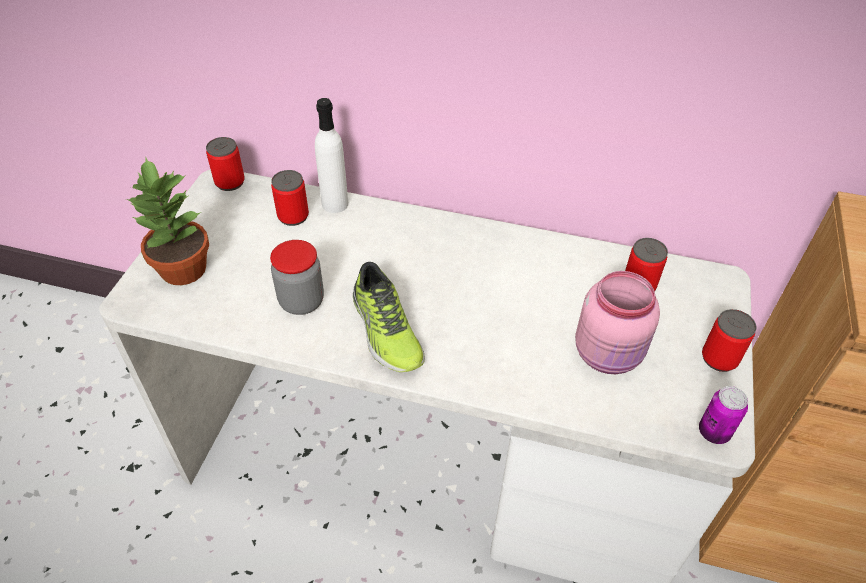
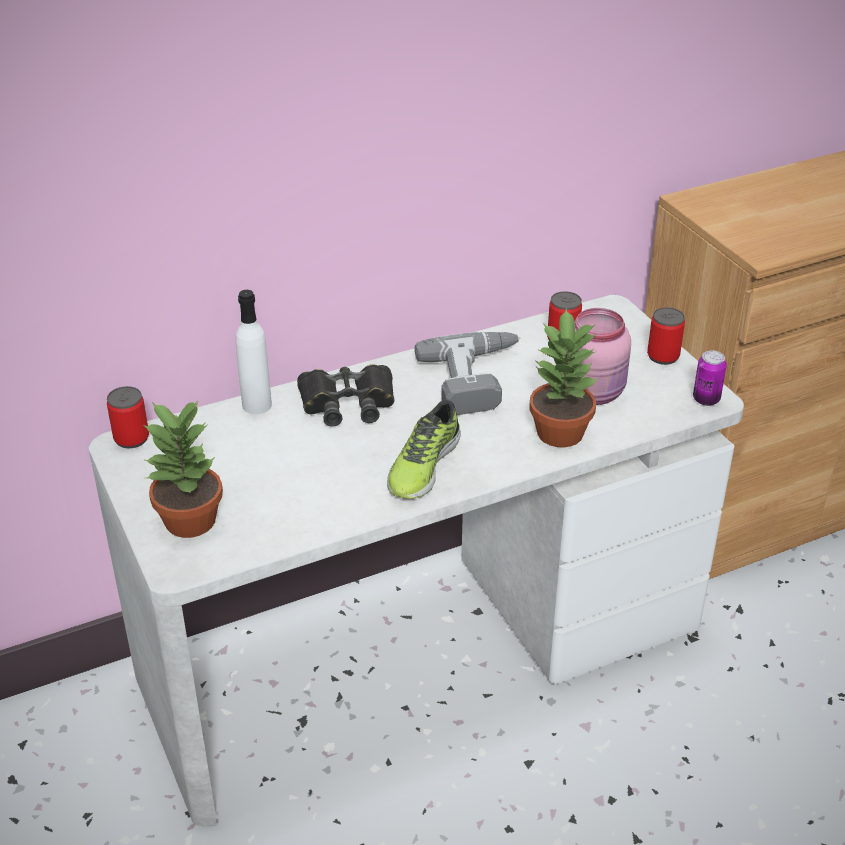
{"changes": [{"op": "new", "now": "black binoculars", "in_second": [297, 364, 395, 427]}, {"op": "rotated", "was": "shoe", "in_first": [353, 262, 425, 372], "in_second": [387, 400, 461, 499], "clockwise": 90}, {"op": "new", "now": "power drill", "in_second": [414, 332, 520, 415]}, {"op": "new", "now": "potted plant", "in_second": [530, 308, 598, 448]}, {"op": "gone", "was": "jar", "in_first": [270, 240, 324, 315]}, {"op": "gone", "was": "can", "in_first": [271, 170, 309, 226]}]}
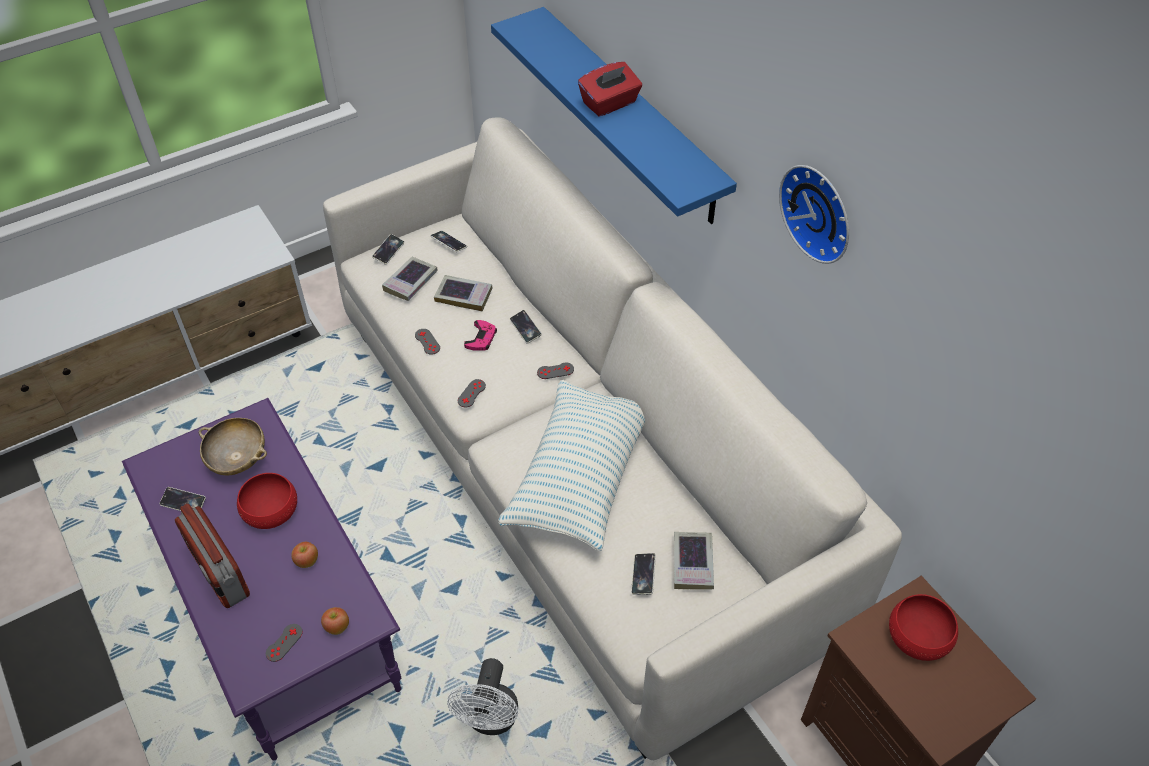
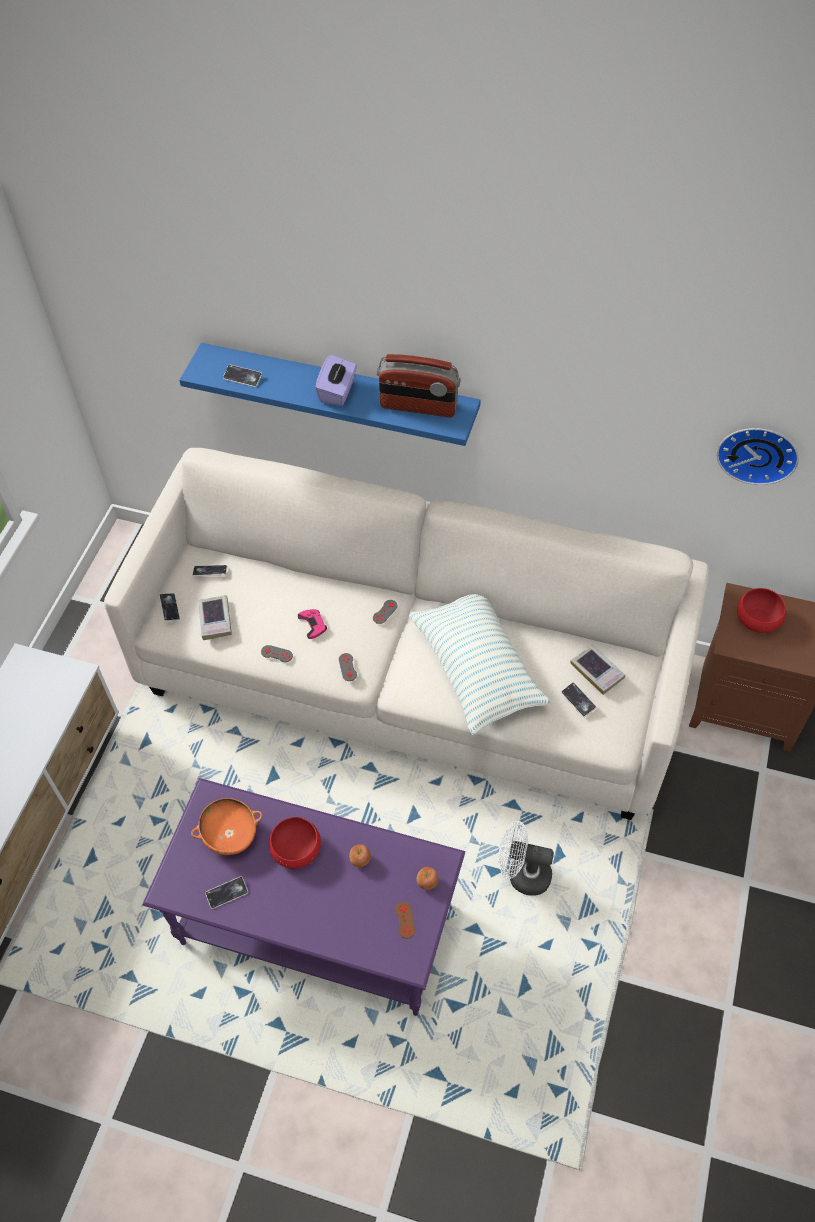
{"changes": [{"op": "repainted", "was": "beige bowl", "now": "orange bowl", "in_first": [198, 418, 267, 475], "in_second": [191, 798, 262, 855]}, {"op": "shifted", "was": "phone", "in_first": [510, 310, 542, 344], "in_second": [223, 365, 262, 387]}, {"op": "repainted", "was": "red tissue box", "now": "purple tissue box", "in_first": [578, 62, 642, 117], "in_second": [315, 355, 357, 406]}, {"op": "shifted", "was": "radio", "in_first": [175, 503, 250, 608], "in_second": [377, 354, 461, 417]}, {"op": "repainted", "was": "grey game controller", "now": "brown game controller", "in_first": [266, 624, 303, 662], "in_second": [395, 902, 415, 939]}, {"op": "rotated", "was": "white fan", "in_first": [447, 658, 518, 735], "in_second": [499, 821, 554, 896], "clockwise": 135}, {"op": "shifted", "was": "wall clock", "in_first": [779, 165, 849, 264], "in_second": [717, 428, 799, 485]}, {"op": "gone", "was": "book", "in_first": [434, 275, 492, 311]}]}
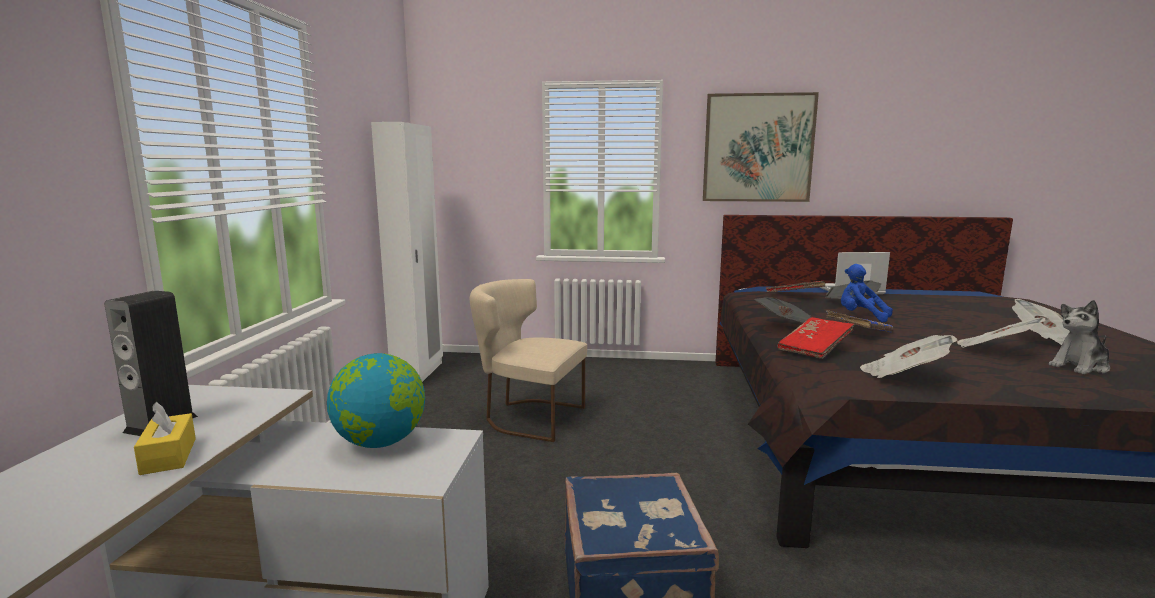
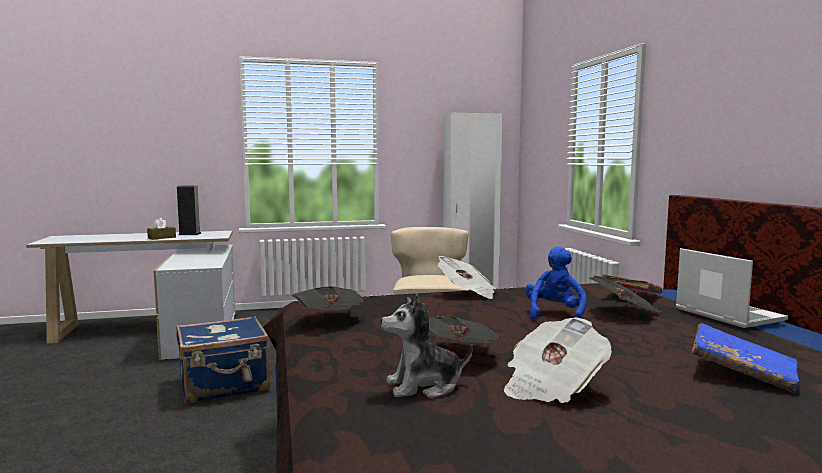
{"changes": [{"op": "repainted", "was": "yellow tissue box", "now": "brown tissue box", "in_first": [134, 402, 196, 475], "in_second": [147, 218, 176, 240]}, {"op": "rotated", "was": "plush toy", "in_first": [1049, 300, 1110, 374], "in_second": [381, 293, 473, 398], "clockwise": -60}, {"op": "shifted", "was": "blue book", "in_first": [826, 310, 894, 333], "in_second": [691, 323, 799, 394]}, {"op": "gone", "was": "globe", "in_first": [327, 353, 425, 448]}, {"op": "gone", "was": "picture", "in_first": [703, 92, 819, 202]}, {"op": "gone", "was": "red book", "in_first": [777, 317, 855, 359]}]}
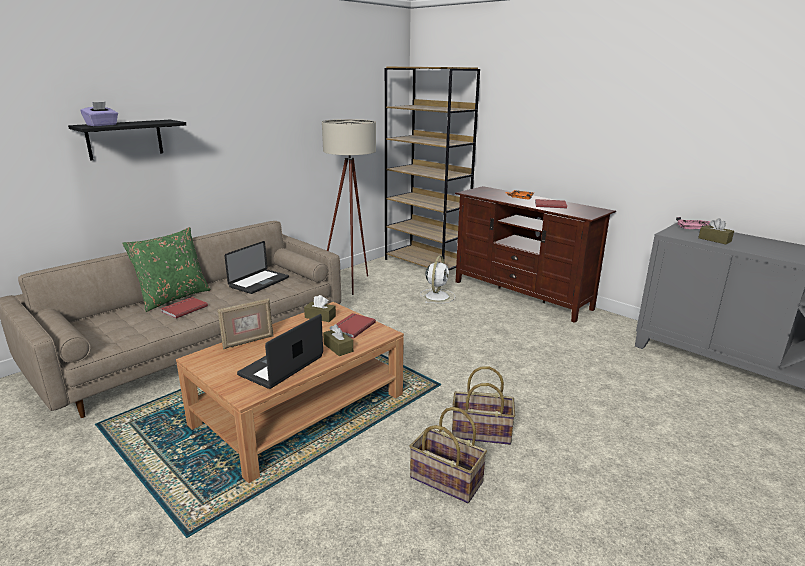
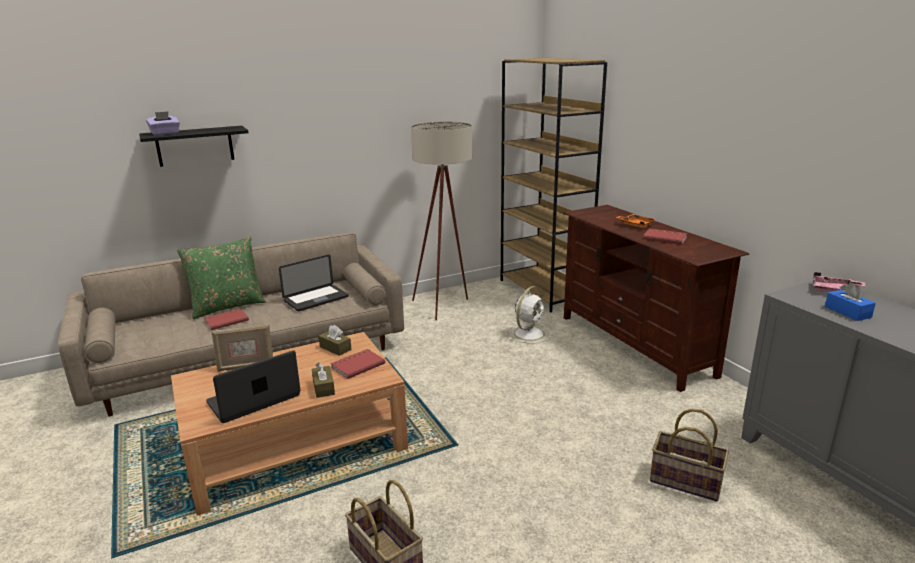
{"changes": [{"op": "shifted", "was": "basket", "in_first": [452, 366, 515, 445], "in_second": [650, 408, 729, 502]}, {"op": "repainted", "was": "brown tissue box", "now": "blue tissue box", "in_first": [698, 218, 734, 244], "in_second": [825, 283, 876, 321]}]}
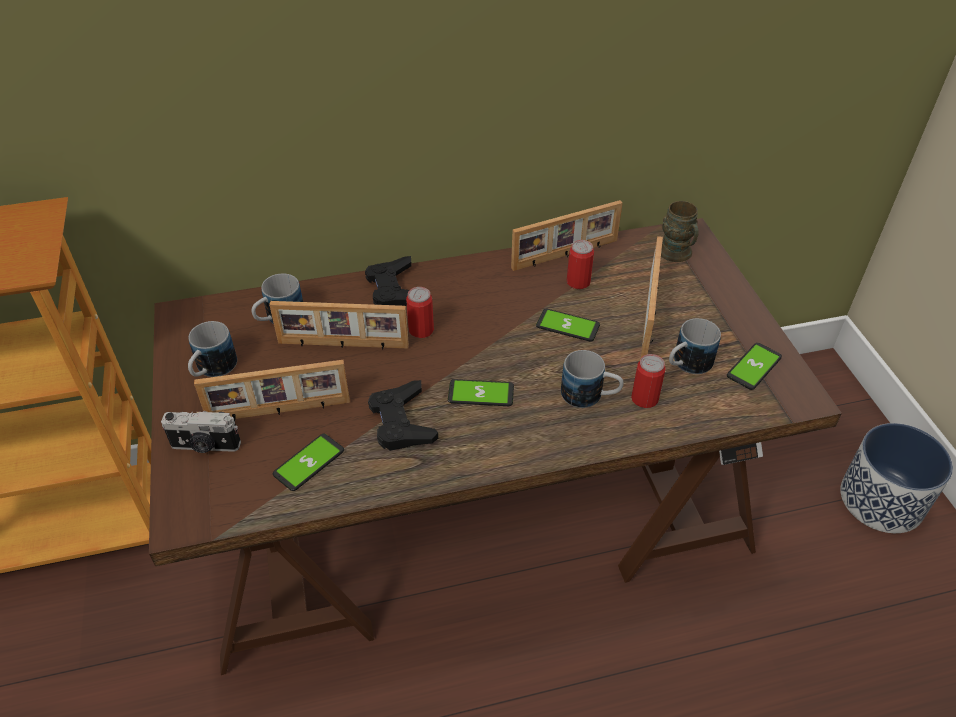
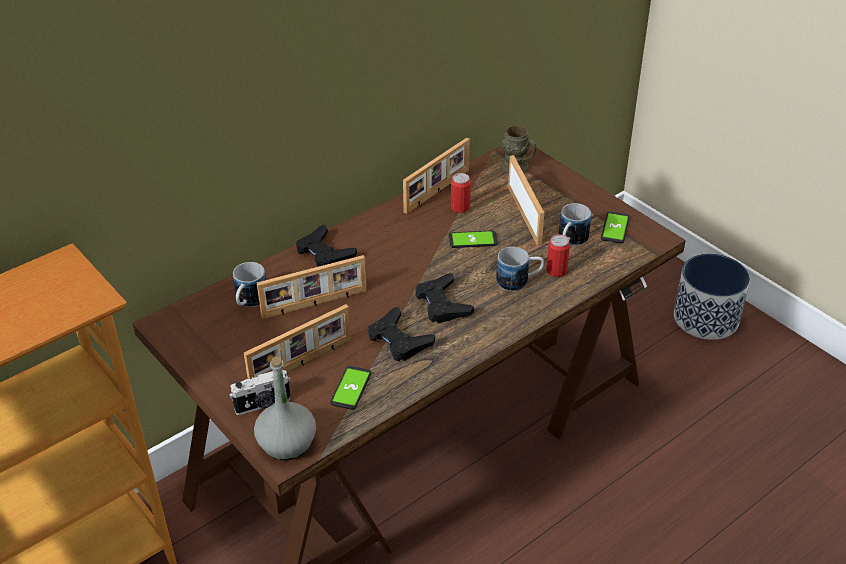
{"changes": [{"op": "new", "now": "grey bottle", "in_second": [254, 356, 316, 460]}, {"op": "swapped", "was": "phone", "now": "black game controller", "in_first": [448, 379, 514, 406], "in_second": [415, 273, 474, 323]}, {"op": "gone", "was": "mug", "in_first": [188, 321, 237, 377]}, {"op": "gone", "was": "can", "in_first": [406, 287, 434, 338]}]}
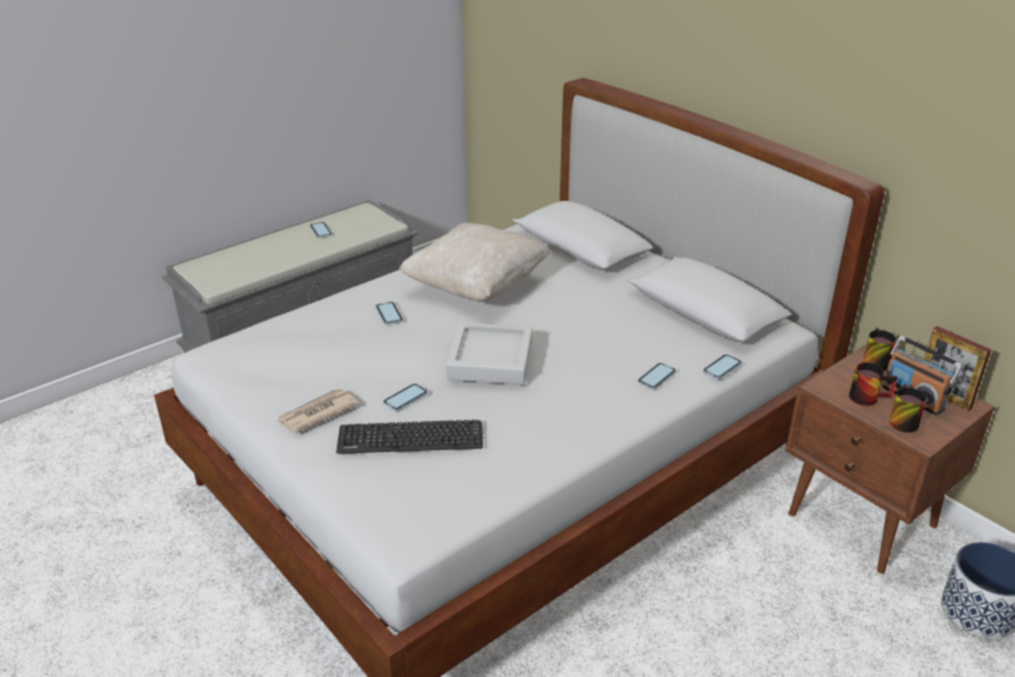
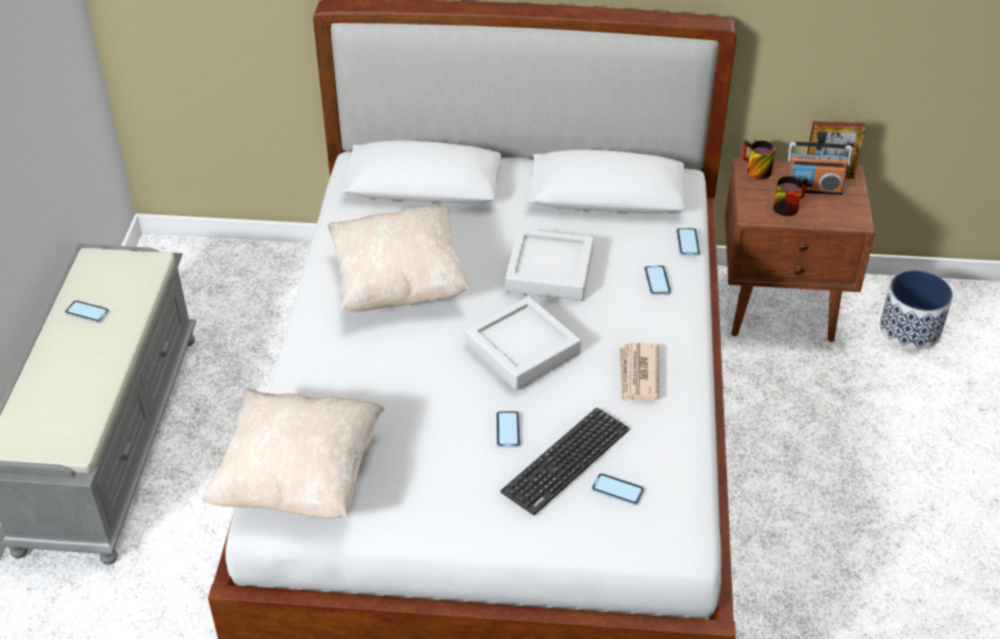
{"changes": [{"op": "new", "now": "beige pillow", "in_second": [202, 389, 385, 519]}, {"op": "new", "now": "grey tray", "in_second": [505, 229, 594, 301]}, {"op": "shifted", "was": "phone", "in_first": [376, 302, 403, 325], "in_second": [592, 473, 644, 505]}, {"op": "shifted", "was": "newspaper", "in_first": [277, 388, 358, 433], "in_second": [619, 343, 659, 401]}, {"op": "gone", "was": "mug", "in_first": [889, 384, 927, 433]}]}
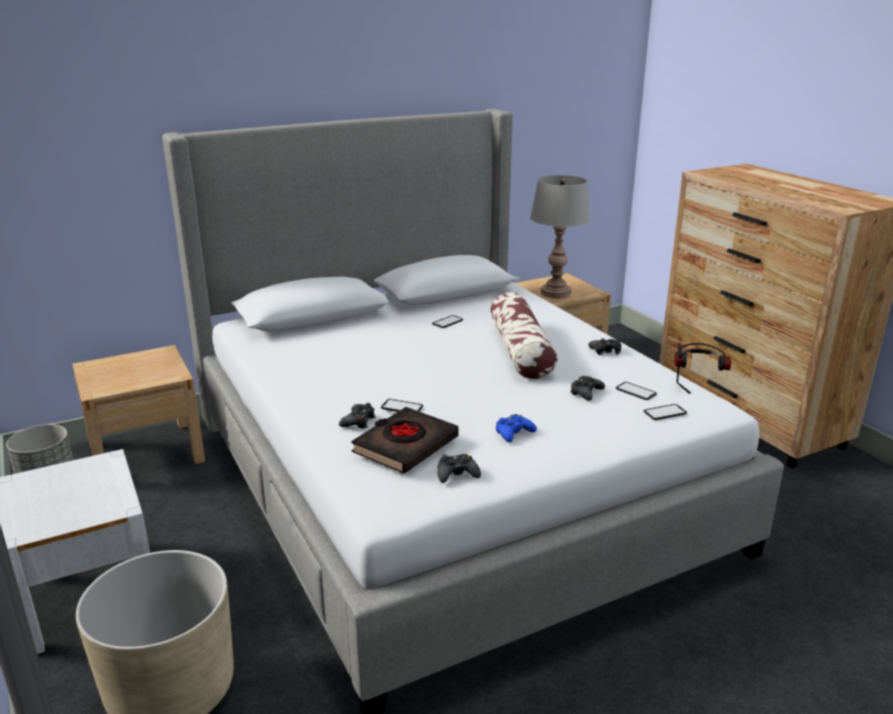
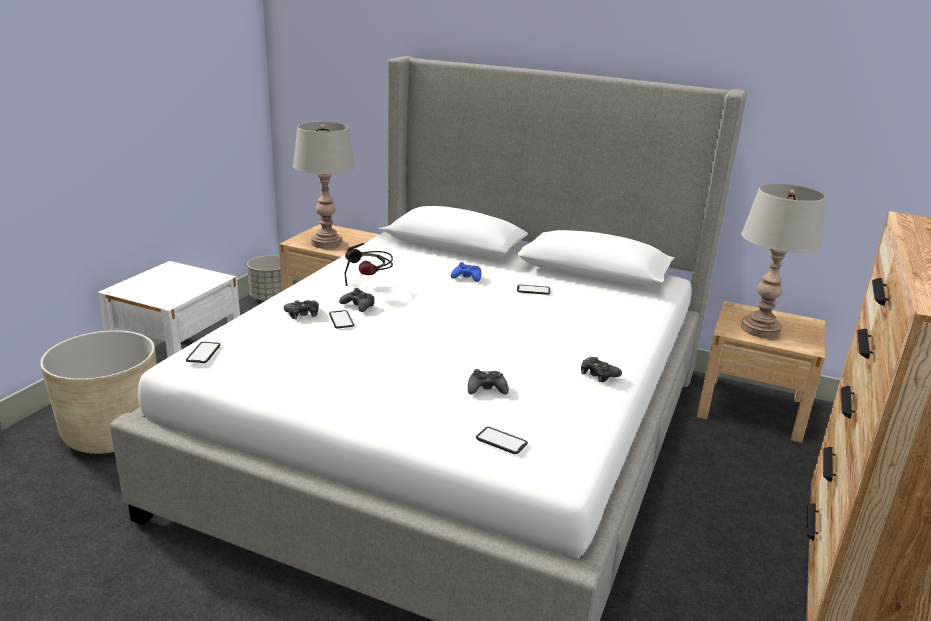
{"changes": [{"op": "shifted", "was": "phone", "in_first": [616, 382, 657, 400], "in_second": [186, 342, 220, 363]}, {"op": "new", "now": "grey table lamp", "in_second": [293, 121, 355, 249]}, {"op": "shifted", "was": "black game controller", "in_first": [437, 454, 481, 483], "in_second": [339, 288, 374, 312]}, {"op": "shifted", "was": "headphones", "in_first": [674, 343, 731, 394], "in_second": [344, 243, 393, 286]}, {"op": "shifted", "was": "blue game controller", "in_first": [496, 414, 537, 442], "in_second": [451, 262, 481, 282]}, {"op": "gone", "was": "black book", "in_first": [351, 407, 458, 474]}, {"op": "gone", "was": "pillow", "in_first": [491, 292, 558, 379]}]}
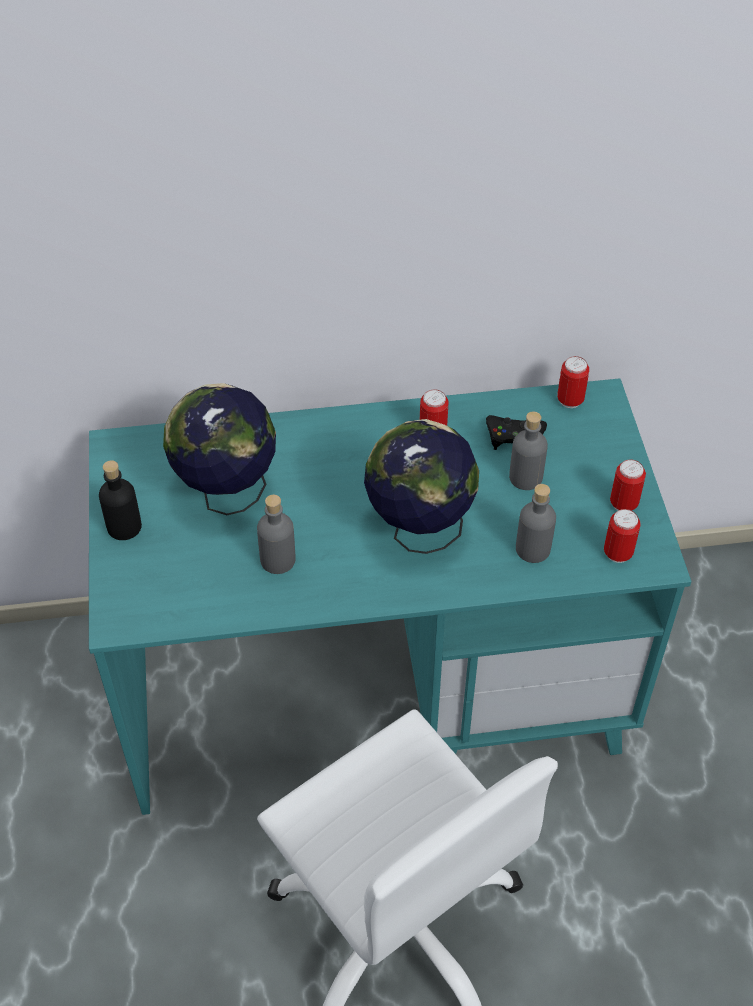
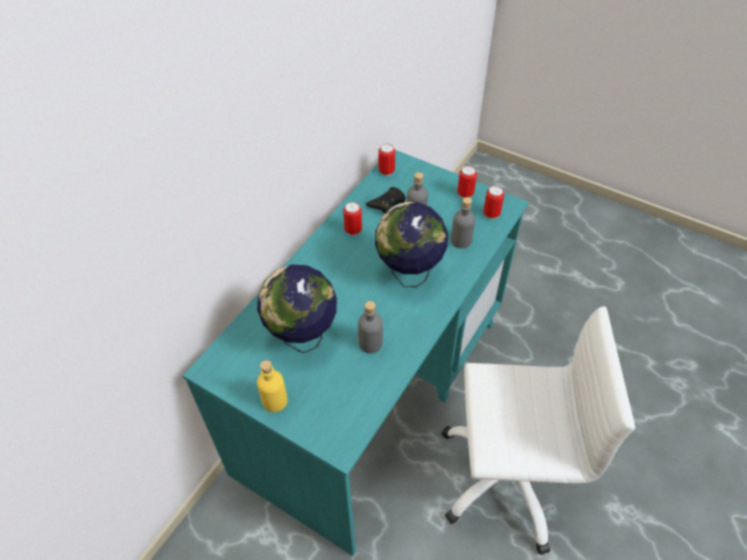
{"changes": [{"op": "repainted", "was": "black bottle", "now": "yellow bottle", "in_first": [99, 460, 142, 540], "in_second": [257, 360, 288, 412]}]}
